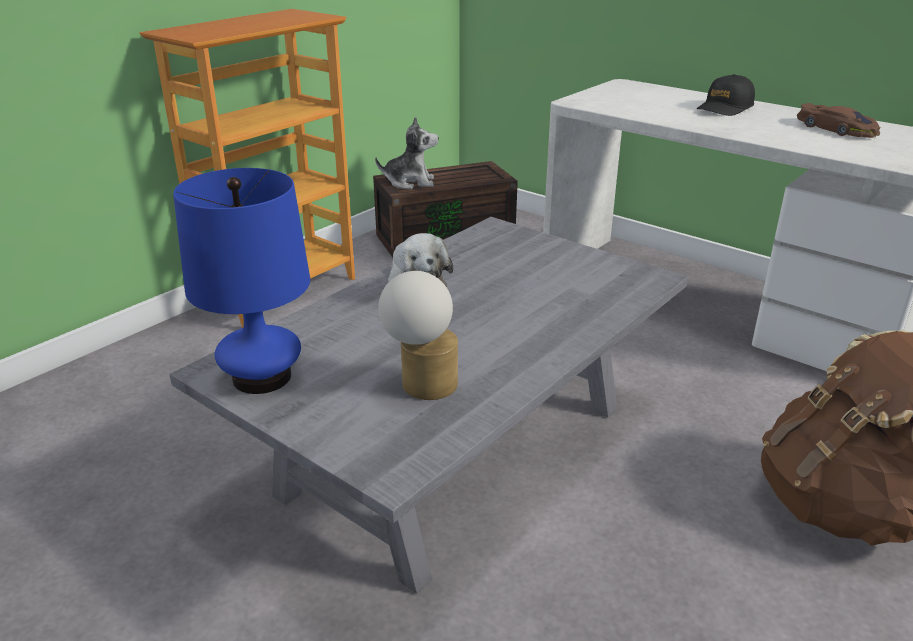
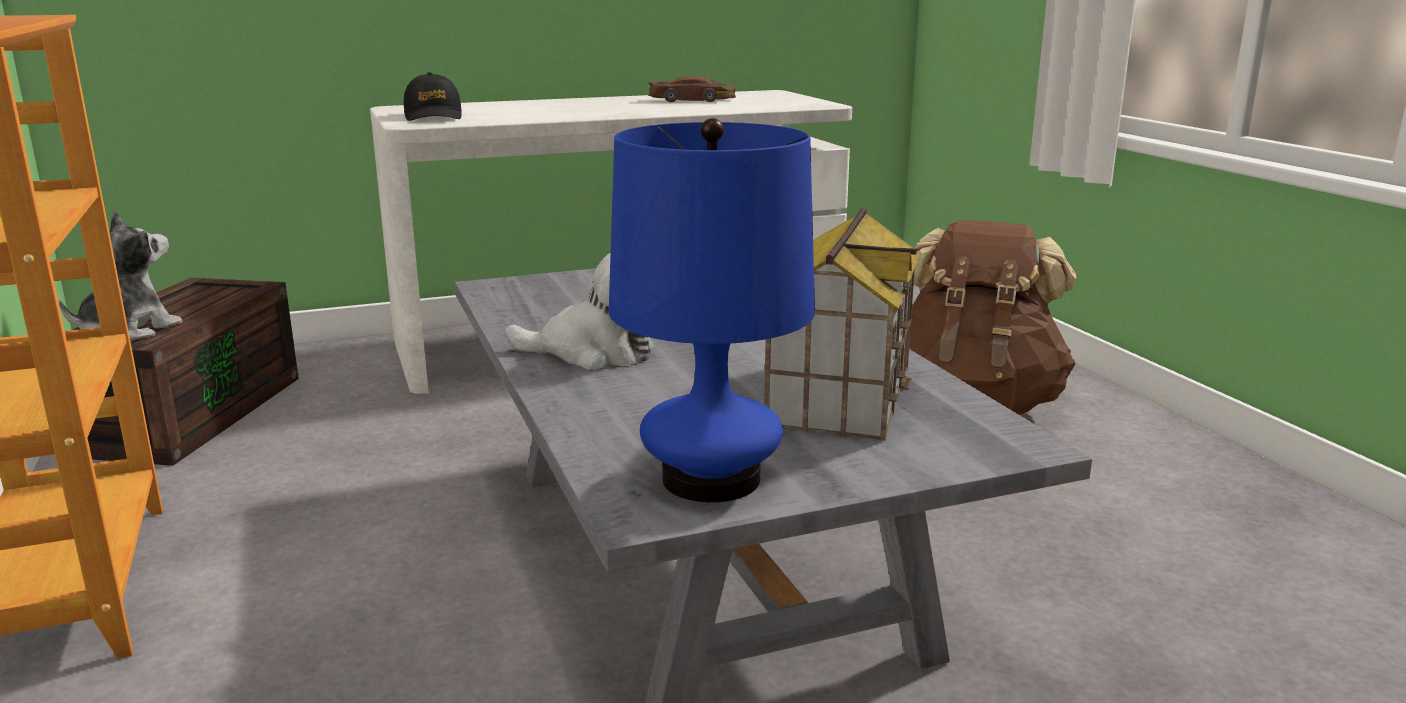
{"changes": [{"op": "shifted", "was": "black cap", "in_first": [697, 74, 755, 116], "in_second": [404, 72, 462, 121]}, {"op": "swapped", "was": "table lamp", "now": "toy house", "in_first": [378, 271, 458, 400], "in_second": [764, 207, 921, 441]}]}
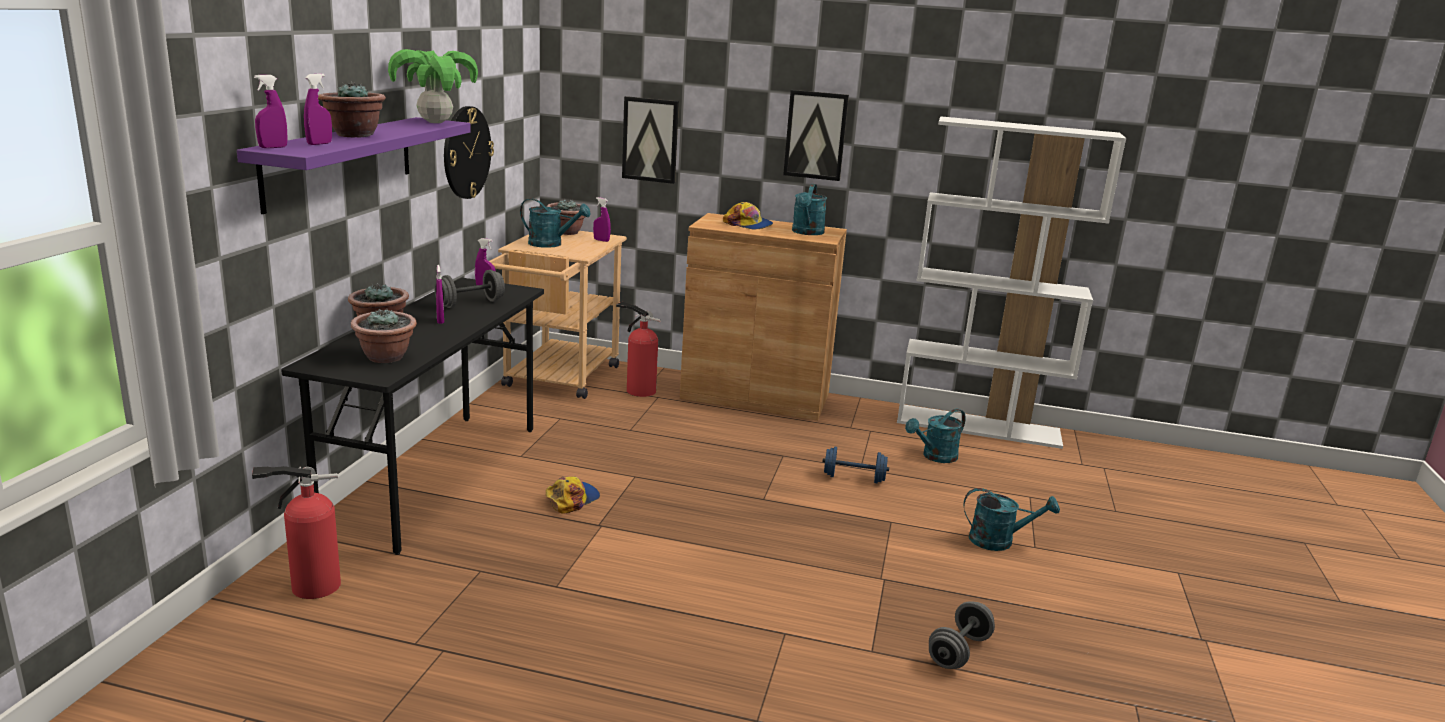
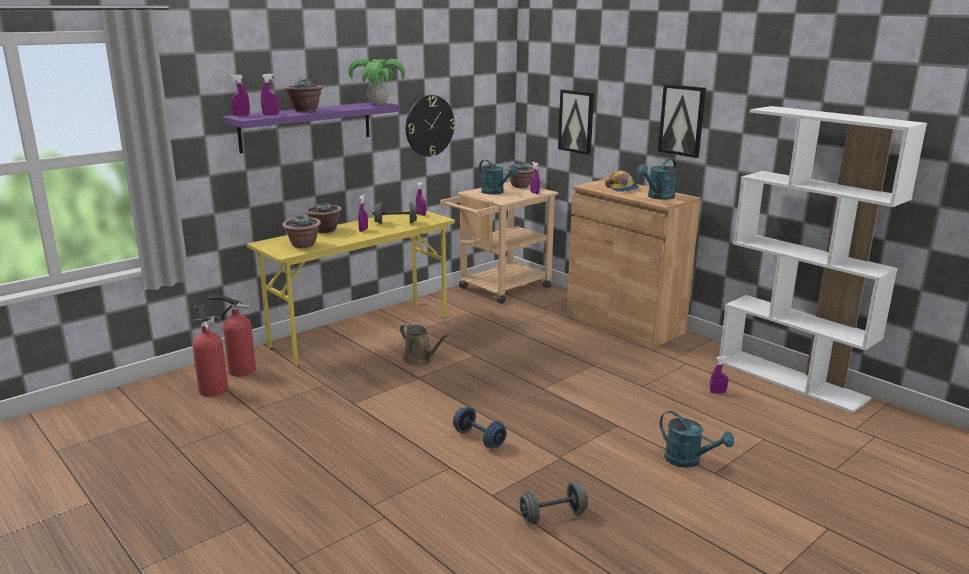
{"changes": [{"op": "shifted", "was": "fire extinguisher", "in_first": [616, 302, 661, 397], "in_second": [192, 304, 228, 397]}, {"op": "repainted", "was": "black desk", "now": "yellow desk", "in_first": [281, 278, 544, 555], "in_second": [247, 210, 455, 366]}, {"op": "swapped", "was": "cap", "now": "brown watering can", "in_first": [546, 476, 600, 514], "in_second": [400, 323, 448, 365]}, {"op": "shifted", "was": "blue dumbbell", "in_first": [822, 446, 889, 483], "in_second": [453, 407, 507, 448]}, {"op": "swapped", "was": "turquoise watering can", "now": "purple spray bottle", "in_first": [905, 409, 966, 463], "in_second": [710, 356, 729, 394]}]}
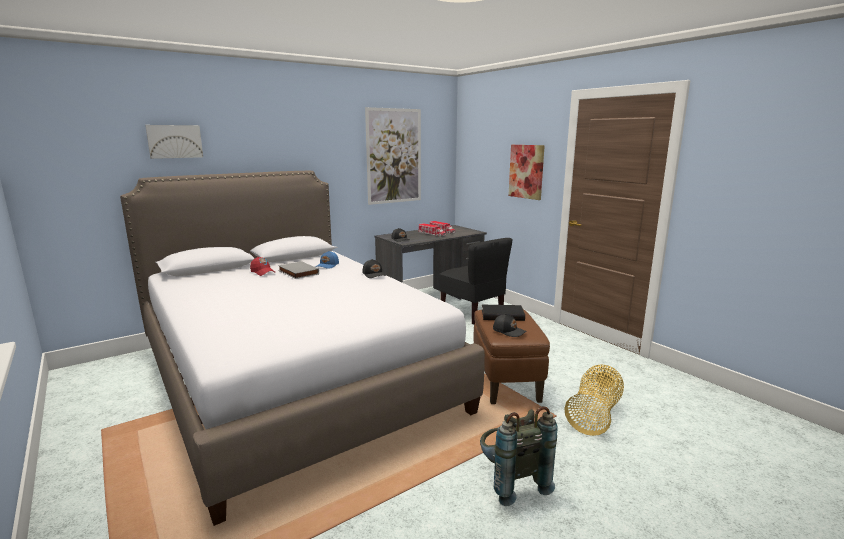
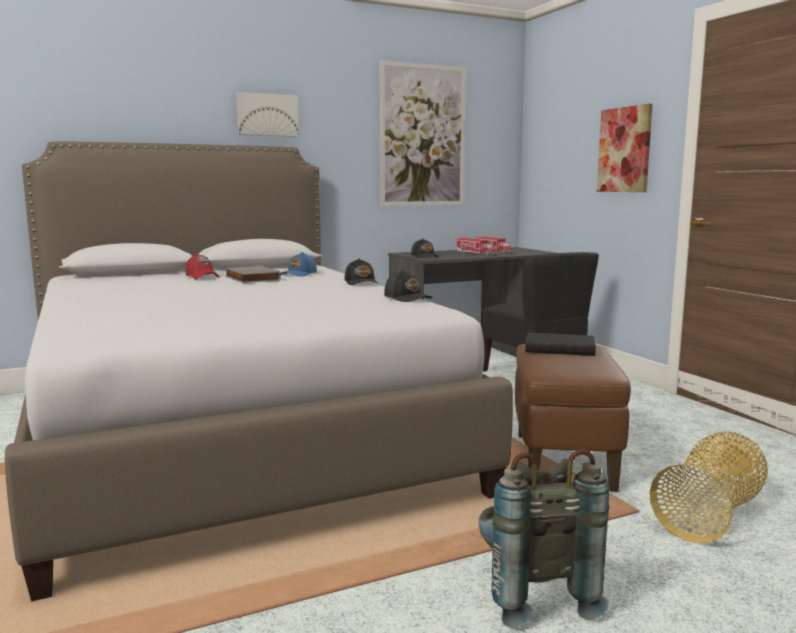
{"changes": [{"op": "shifted", "was": "picture", "in_first": [145, 125, 203, 159], "in_second": [236, 92, 299, 137]}, {"op": "shifted", "was": "black cap", "in_first": [493, 314, 526, 337], "in_second": [384, 270, 433, 302]}]}
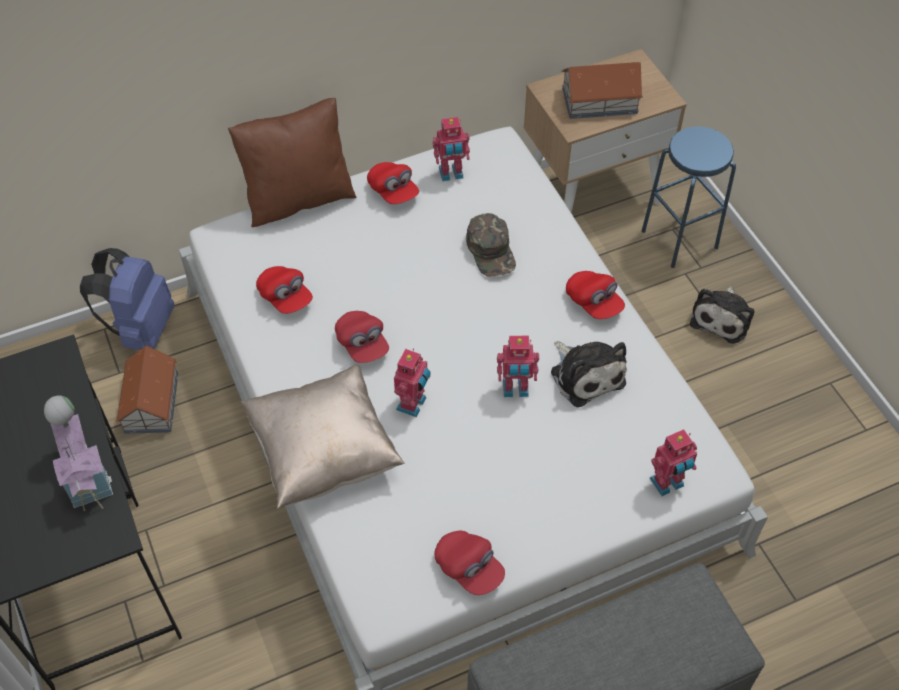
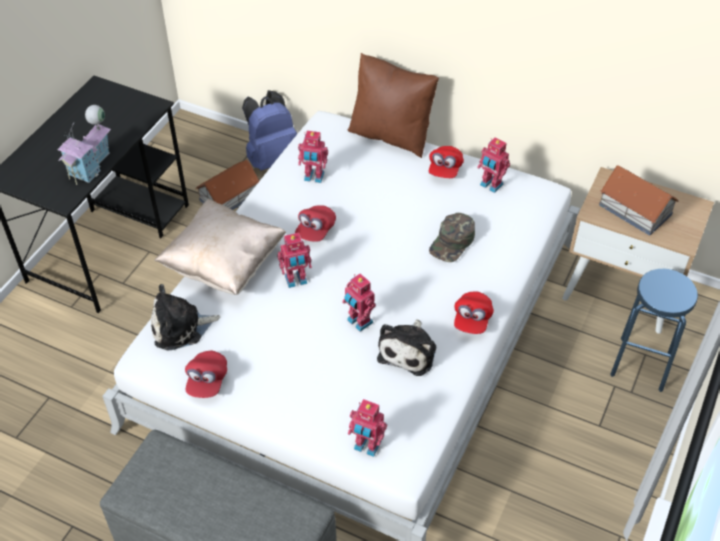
{"changes": [{"op": "shifted", "was": "plush toy", "in_first": [690, 287, 754, 344], "in_second": [151, 284, 220, 350]}, {"op": "swapped", "was": "red cap", "now": "toy robot", "in_first": [256, 266, 313, 314], "in_second": [298, 131, 328, 183]}]}
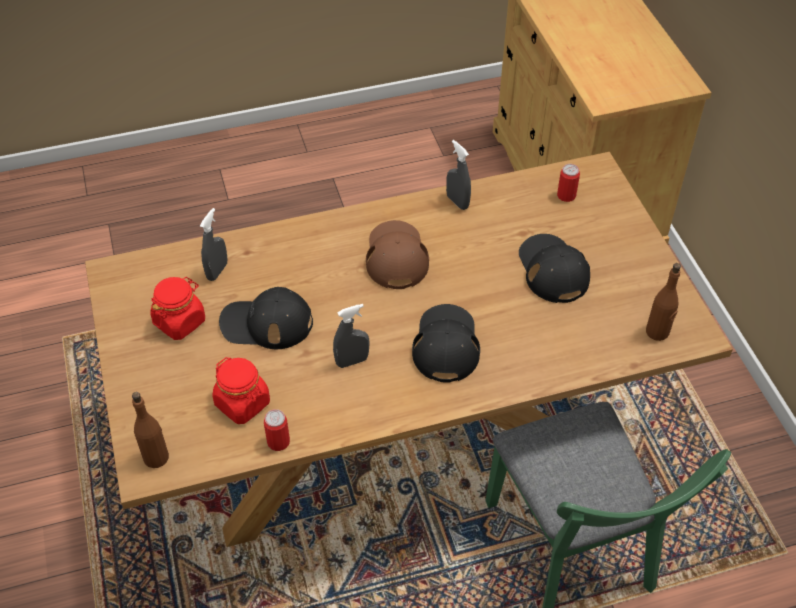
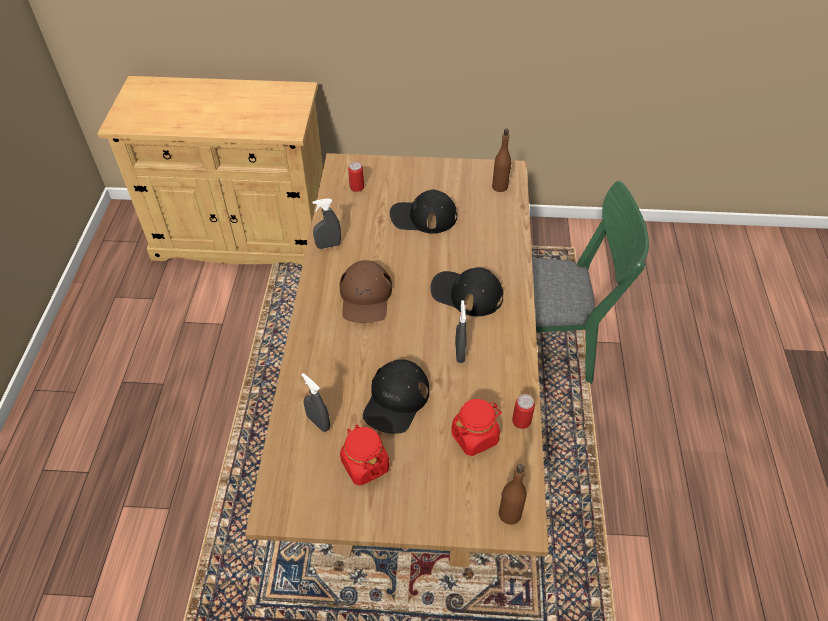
{"changes": [{"op": "rotated", "was": "brown cap", "in_first": [366, 220, 429, 289], "in_second": [339, 260, 392, 323], "clockwise": -105}]}
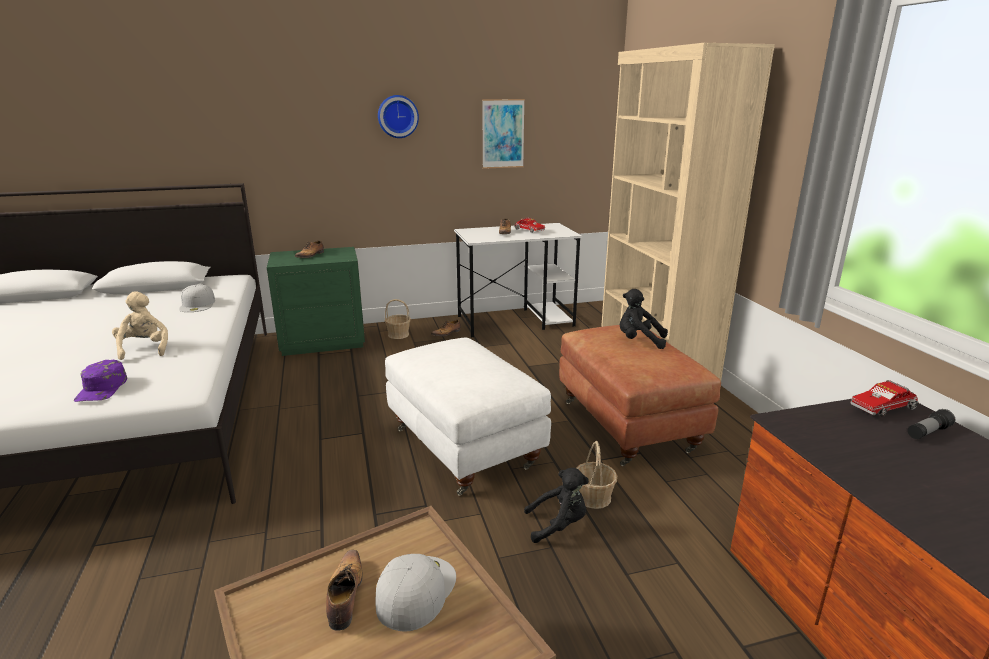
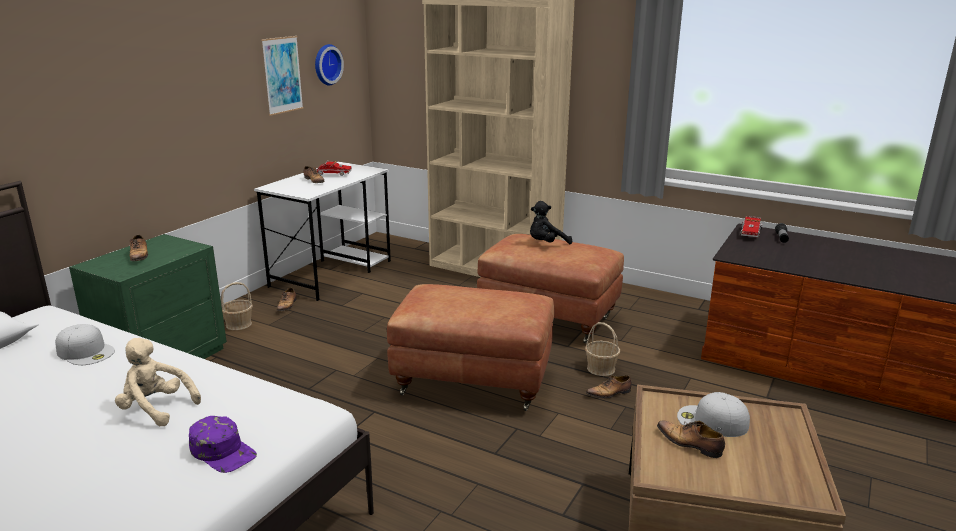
{"changes": [{"op": "shifted", "was": "wall clock", "in_first": [378, 95, 419, 138], "in_second": [315, 44, 344, 85]}, {"op": "repainted", "was": "white ottoman", "now": "brown ottoman", "in_first": [385, 337, 551, 496], "in_second": [387, 284, 555, 411]}, {"op": "swapped", "was": "black plush toy", "now": "shoe", "in_first": [524, 468, 589, 543], "in_second": [586, 375, 632, 398]}, {"op": "rotated", "was": "white cap", "in_first": [375, 554, 456, 632], "in_second": [677, 392, 750, 437], "clockwise": -45}]}
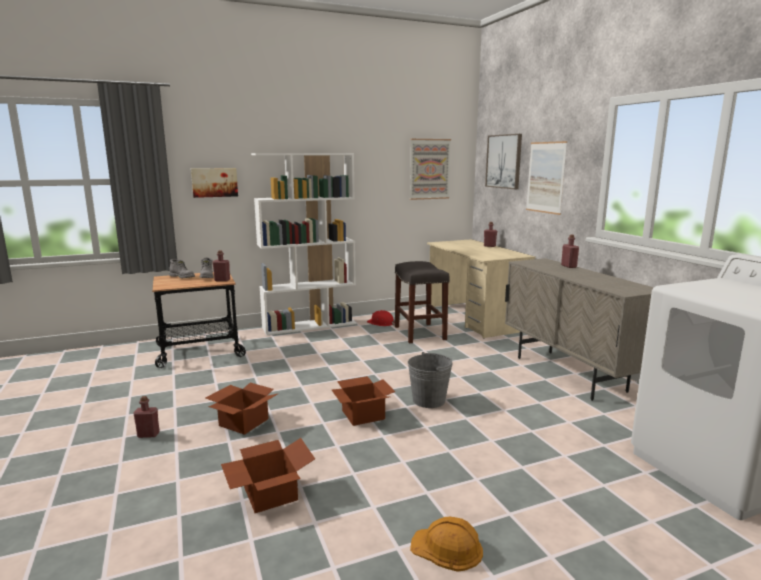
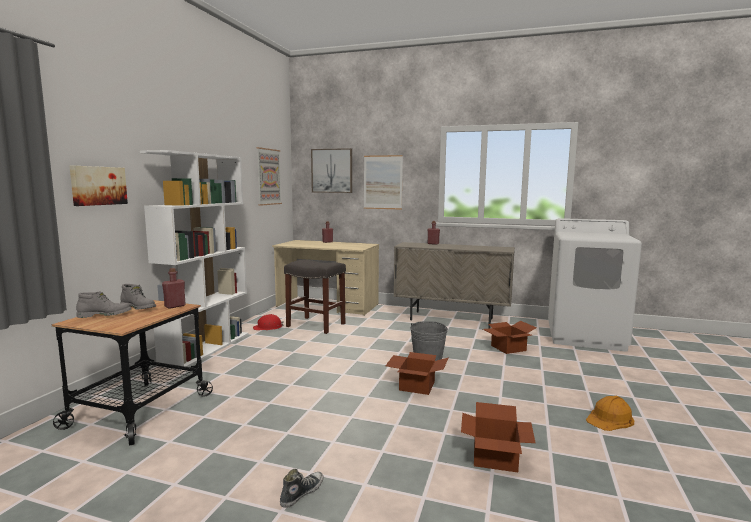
{"changes": [{"op": "swapped", "was": "red bottle", "now": "shoe", "in_first": [133, 396, 160, 438], "in_second": [280, 469, 324, 508]}, {"op": "shifted", "was": "cardboard box", "in_first": [206, 383, 279, 435], "in_second": [483, 321, 537, 354]}]}
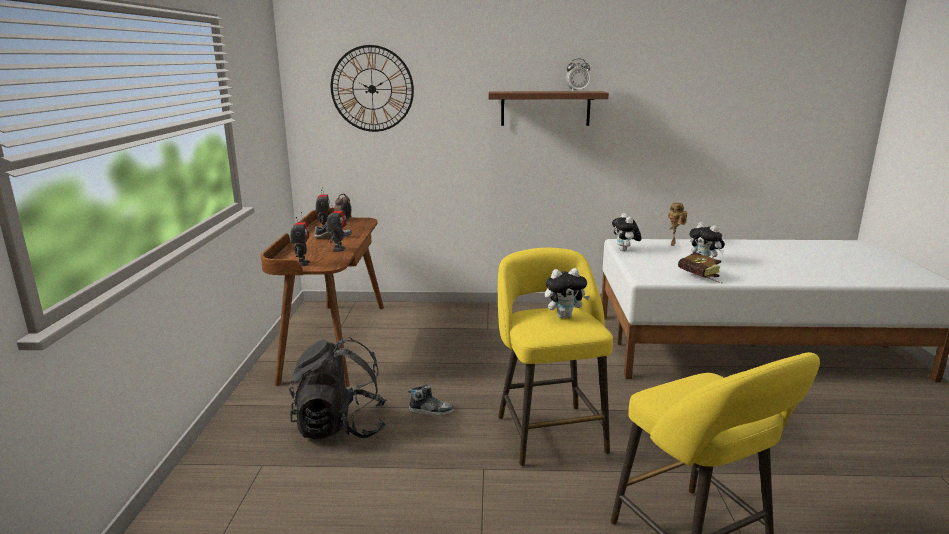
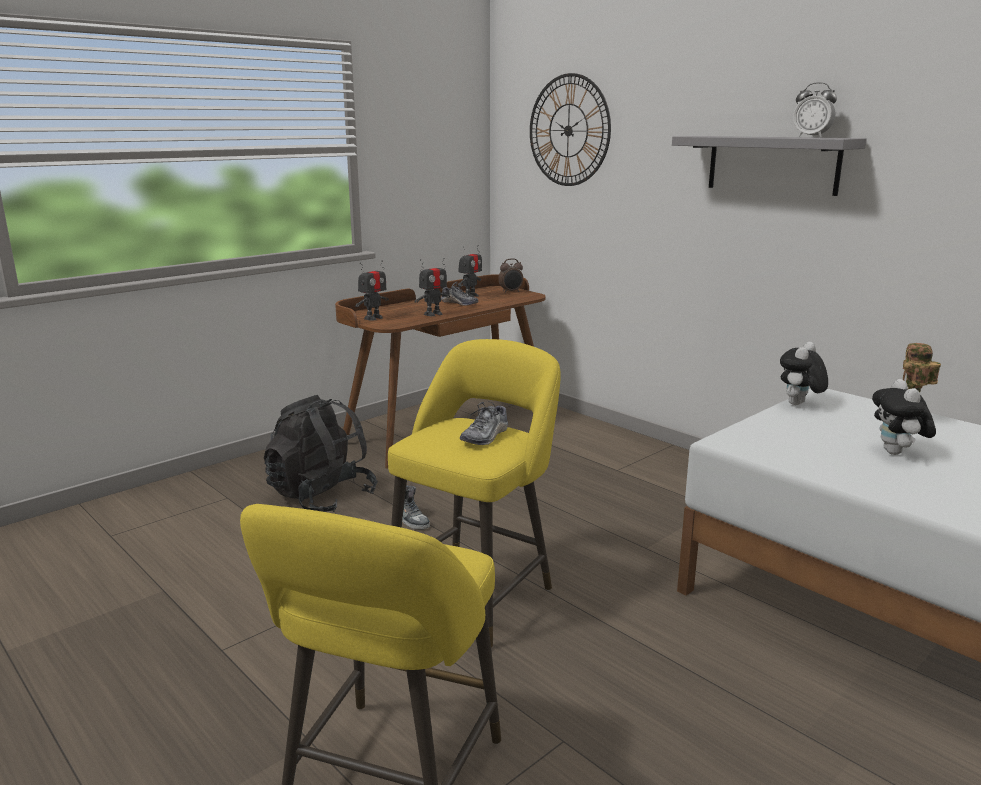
{"changes": [{"op": "swapped", "was": "plush toy", "now": "shoe", "in_first": [545, 268, 590, 318], "in_second": [460, 401, 508, 445]}, {"op": "repainted", "was": "brown shelf", "now": "grey shelf", "in_first": [489, 91, 609, 126], "in_second": [672, 136, 867, 196]}, {"op": "gone", "was": "book", "in_first": [678, 252, 723, 284]}]}
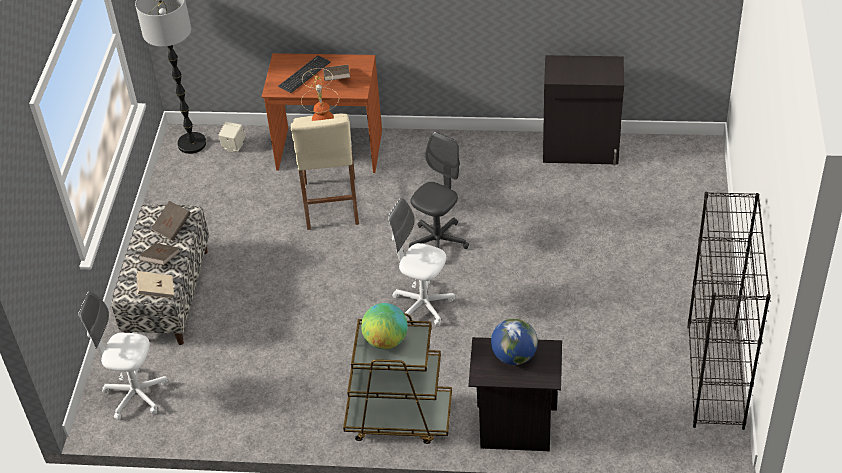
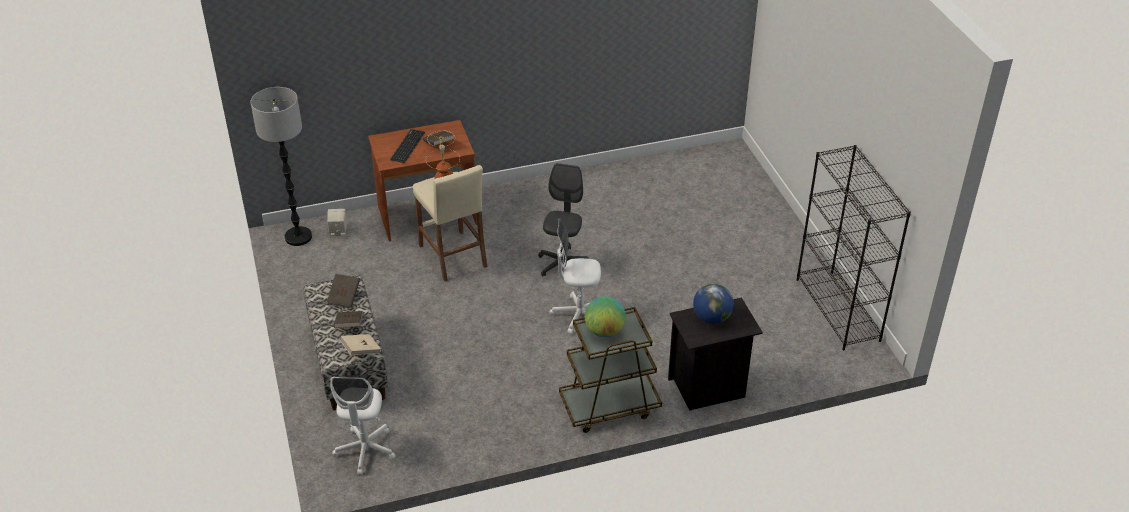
{"changes": [{"op": "rotated", "was": "white office chair", "in_first": [78, 292, 168, 420], "in_second": [330, 376, 396, 475], "clockwise": -75}, {"op": "gone", "was": "black cabinet", "in_first": [543, 55, 624, 166]}]}
